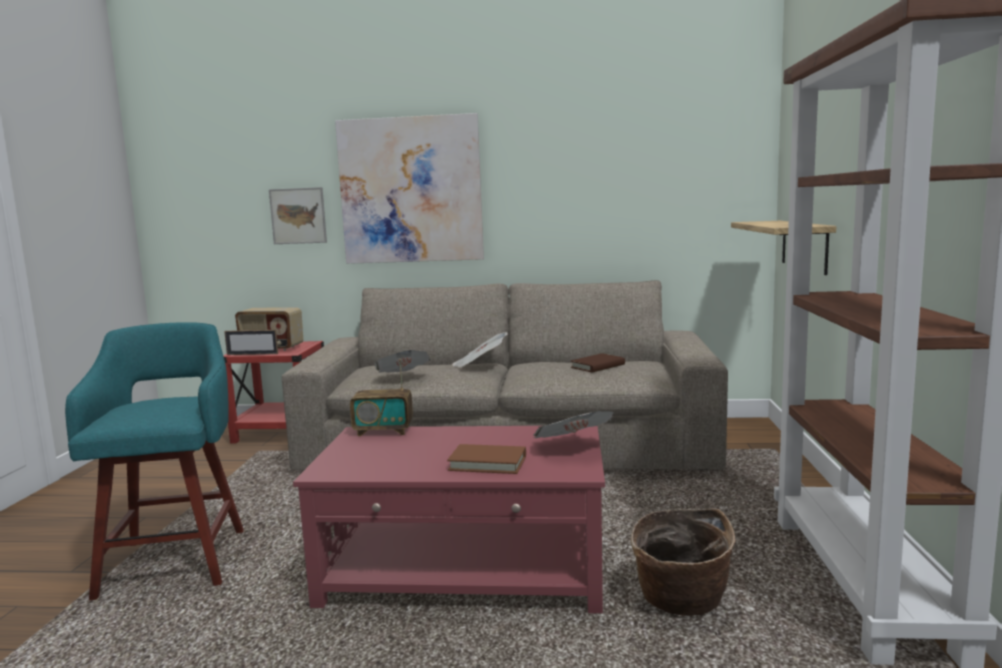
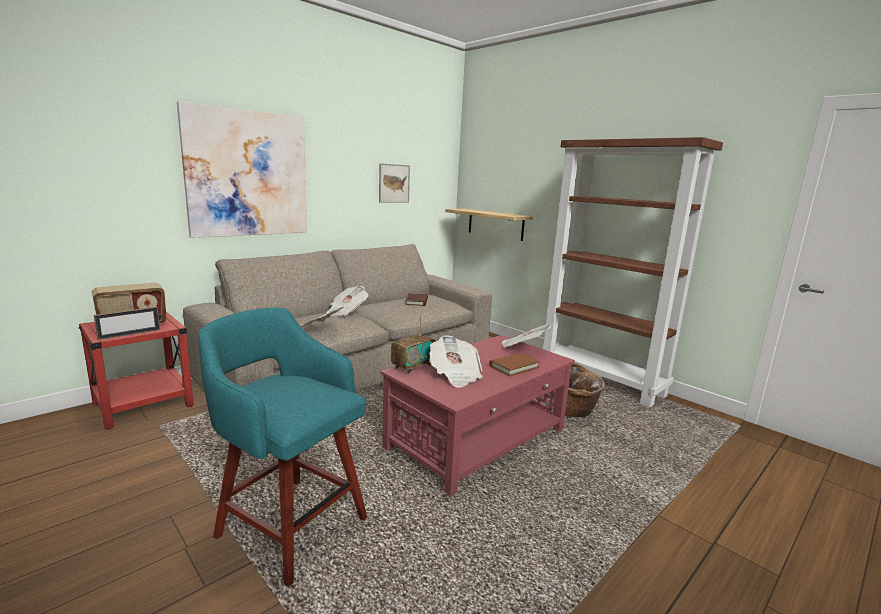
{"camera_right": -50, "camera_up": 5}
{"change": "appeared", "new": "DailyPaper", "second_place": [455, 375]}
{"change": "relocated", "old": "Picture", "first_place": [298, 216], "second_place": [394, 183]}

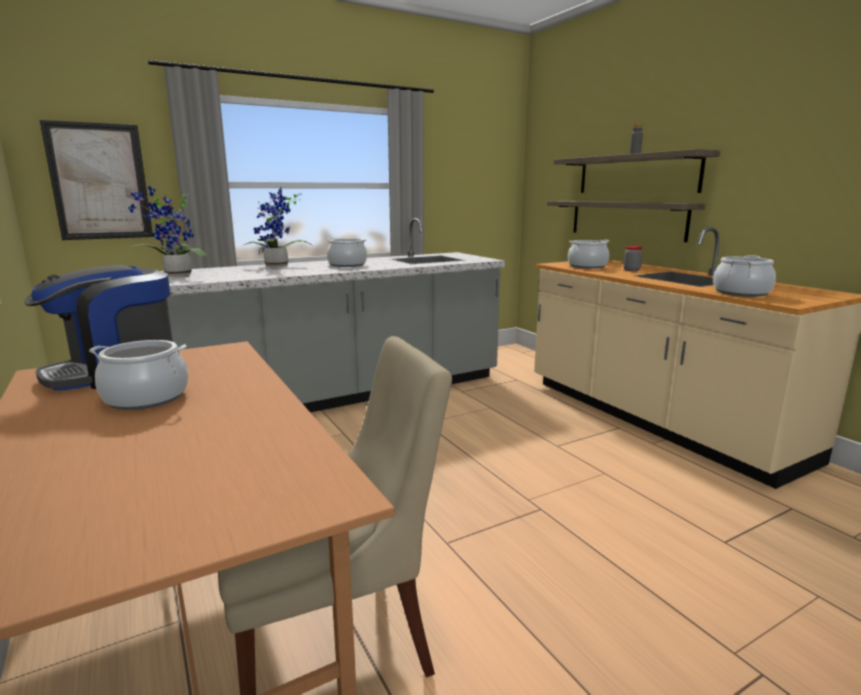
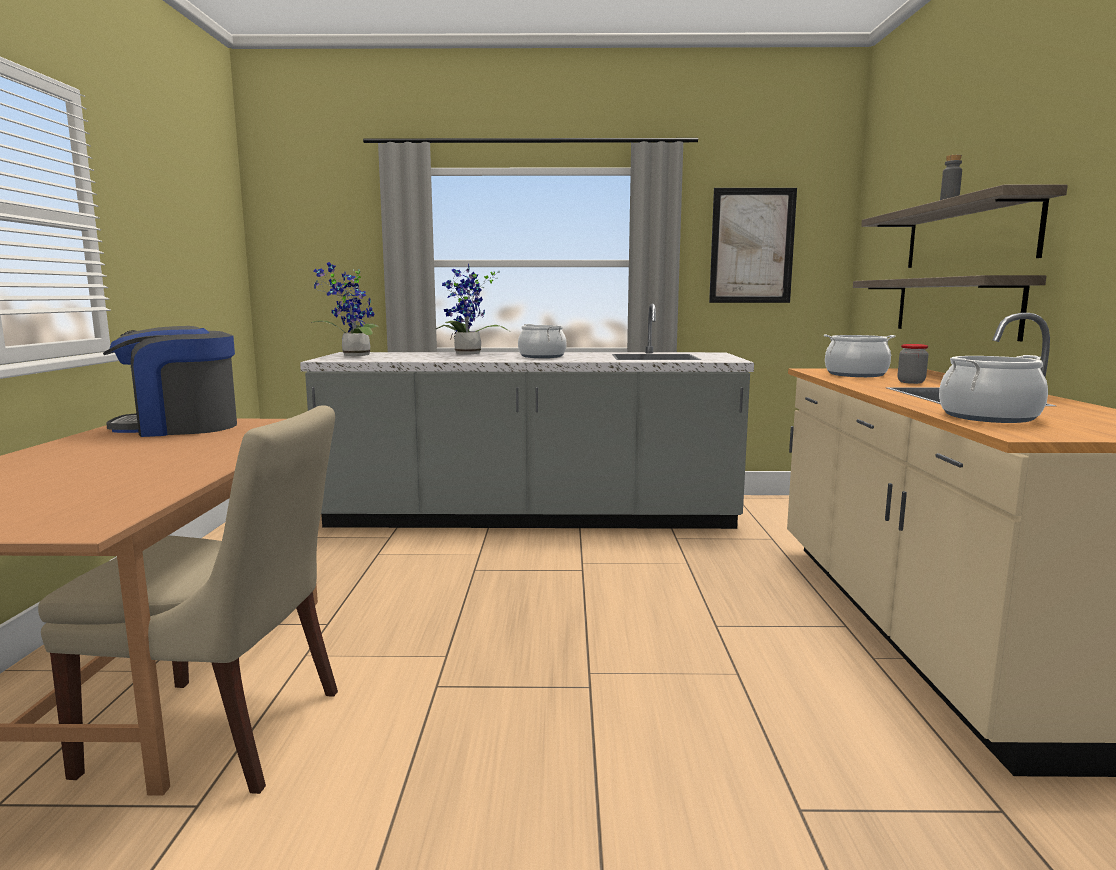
{"camera_right": 30, "camera_up": -5}
{"change": "missing", "old": "CookingPot", "first_place": [146, 397]}
{"change": "relocated", "old": "Picture", "first_place": [100, 182], "second_place": [752, 246]}

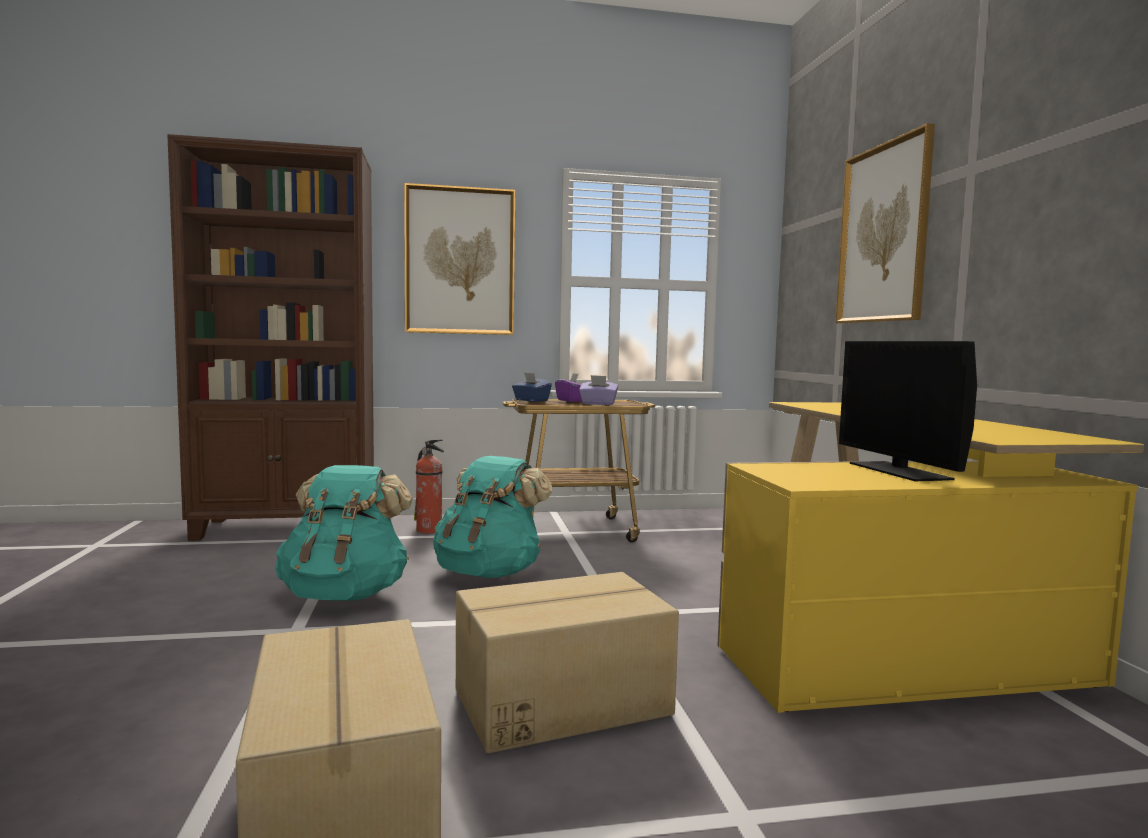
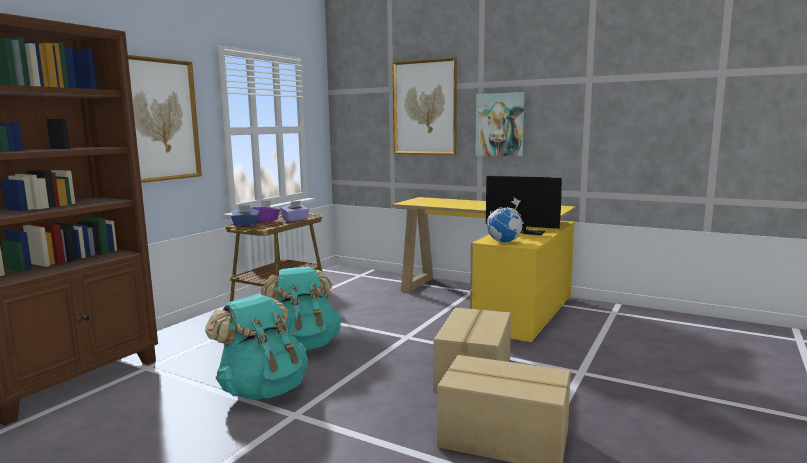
{"camera_right": -50, "camera_up": 5}
{"change": "missing", "old": "FireFightingCylinder", "first_place": [430, 530]}
{"change": "appeared", "new": "Picture", "second_place": [500, 124]}
{"change": "appeared", "new": "Globe", "second_place": [504, 242]}

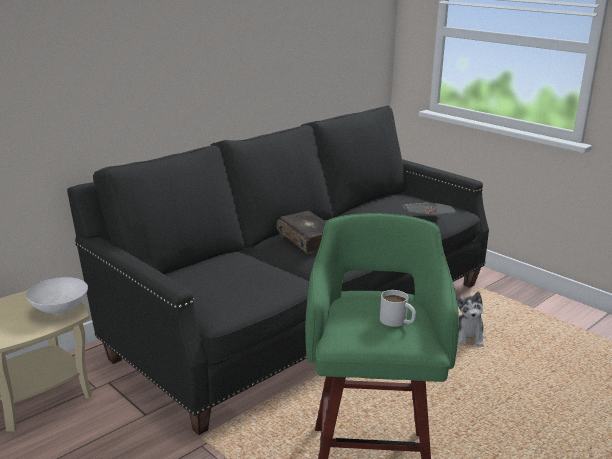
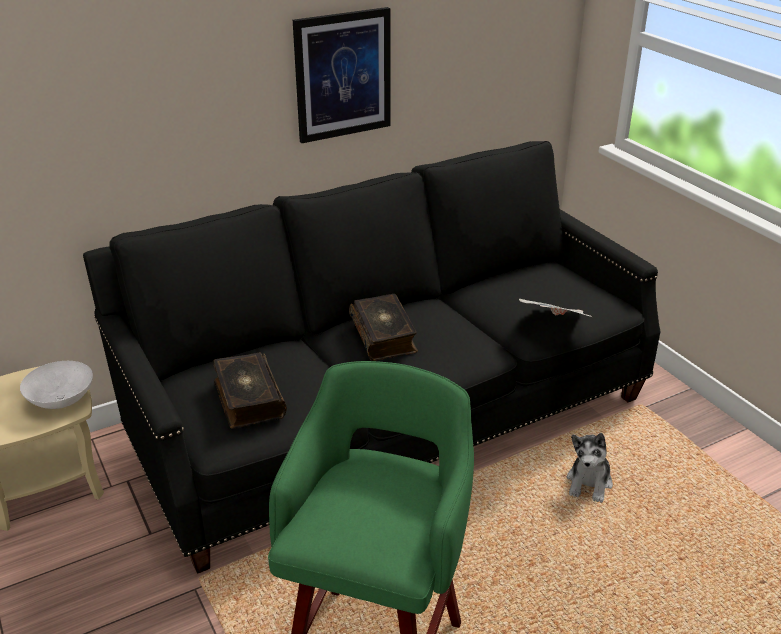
{"camera_right": 15, "camera_up": 10}
{"change": "missing", "old": "WhitishMug", "first_place": [397, 321]}
{"change": "appeared", "new": "BoundBook", "second_place": [248, 399]}
{"change": "appeared", "new": "Picture", "second_place": [343, 75]}

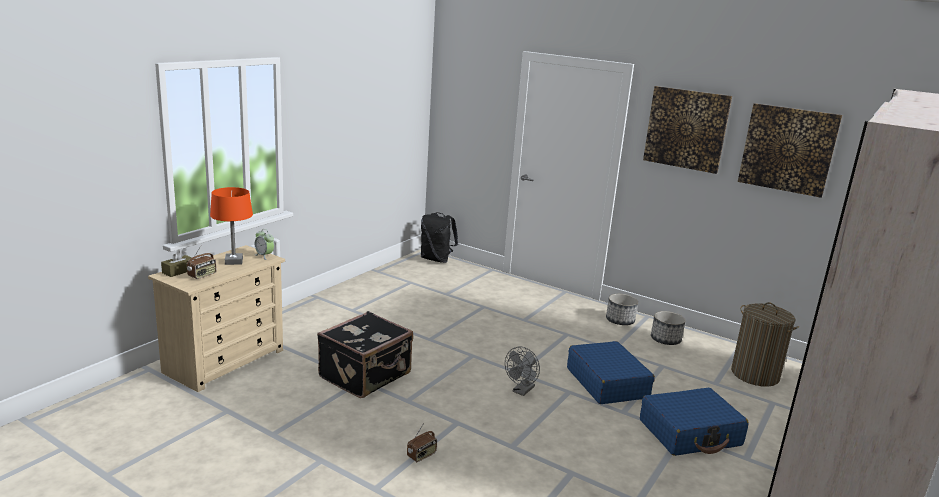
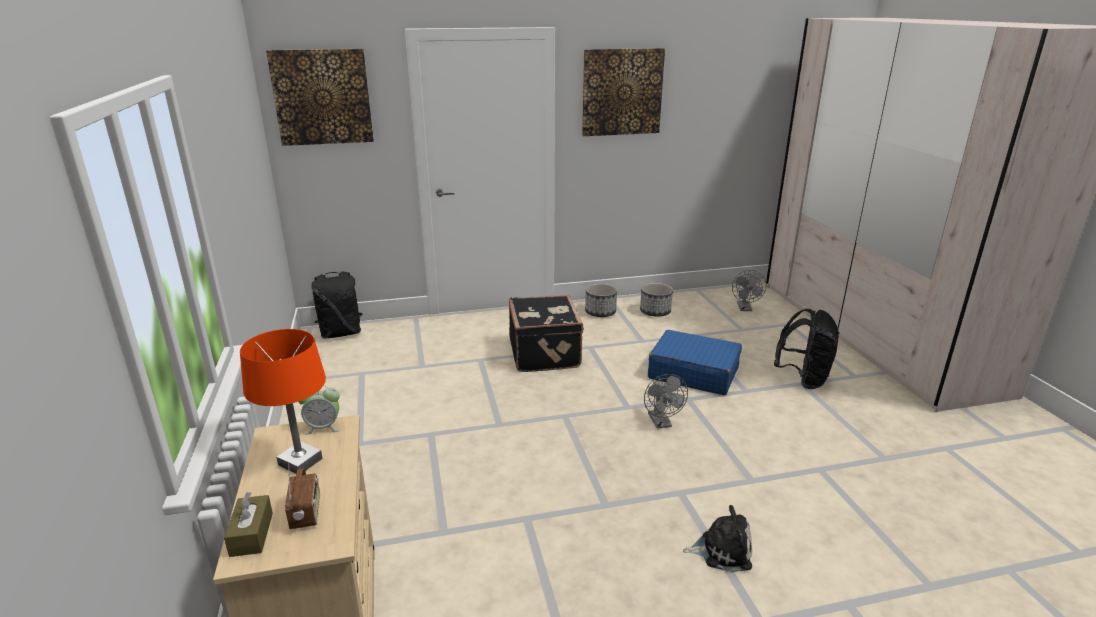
{"camera_right": -45, "camera_up": 5}
{"change": "relocated", "old": "BlackColouredPieceOfLuggage", "first_place": [366, 376], "second_place": [545, 353]}
{"change": "relocated", "old": "Picture", "first_place": [788, 149], "second_place": [322, 97]}
{"change": "exchanged", "old": "Radio", "new": "CuddlyToy", "first_place": [422, 455], "second_place": [722, 550]}
{"change": "exchanged", "old": "BlueColouredPieceOfLuggage", "new": "BlackColouredBackpack", "first_place": [690, 433], "second_place": [803, 379]}
{"change": "exchanged", "old": "WashingBasket", "new": "GrayFan", "first_place": [755, 374], "second_place": [745, 309]}

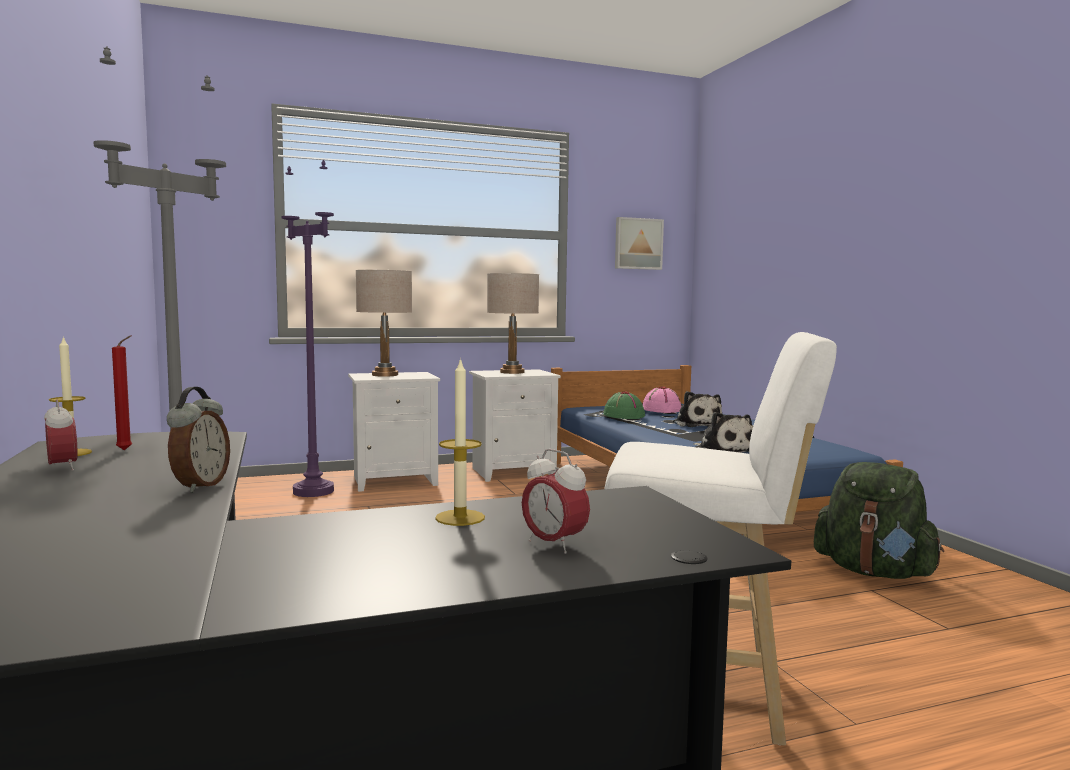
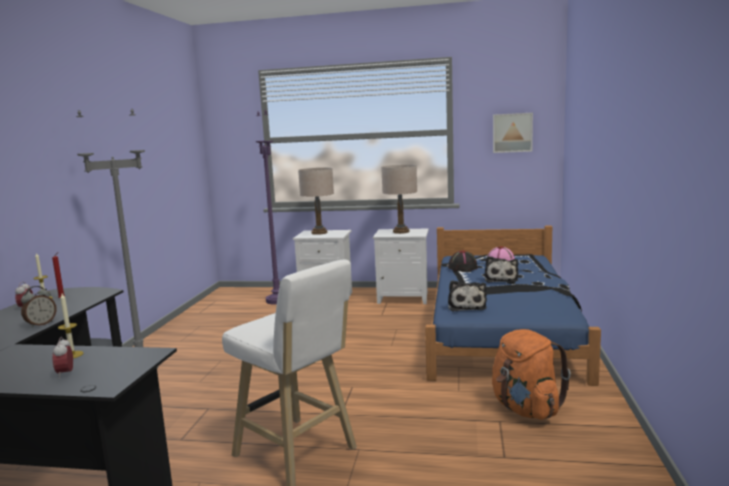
{"camera_right": 30, "camera_up": 5}
{"change": "colour", "old": "GreenWearableHat", "new": "BlackColouredWearableHat", "first_place": [623, 415], "second_place": [462, 267]}
{"change": "colour", "old": "GreenBackpack", "new": "OrangeColouredBackpack", "first_place": [874, 572], "second_place": [526, 409]}

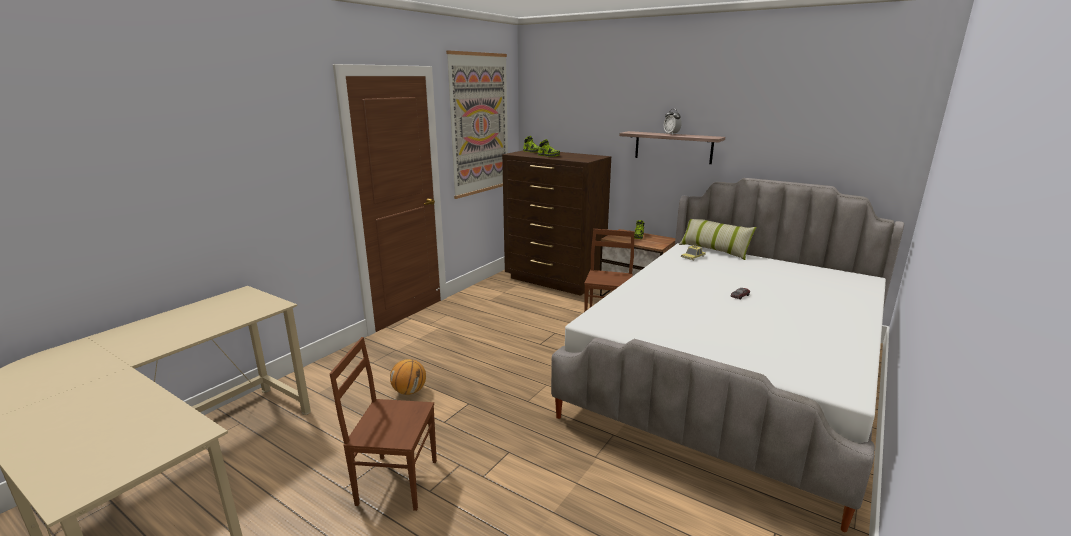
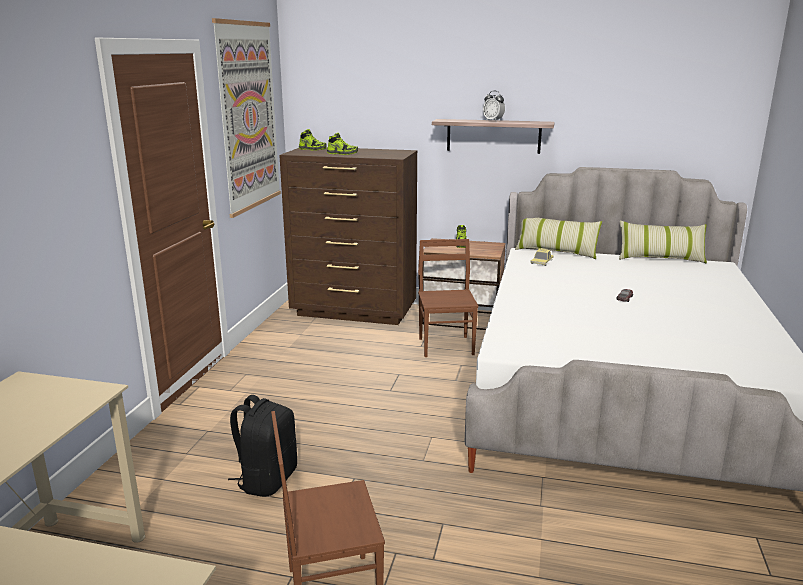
{"camera_right": -20, "camera_up": 0}
{"change": "appeared", "new": "Pillow", "second_place": [660, 259]}
{"change": "exchanged", "old": "BallForBasketball", "new": "BlackColouredBackpack", "first_place": [409, 391], "second_place": [267, 480]}

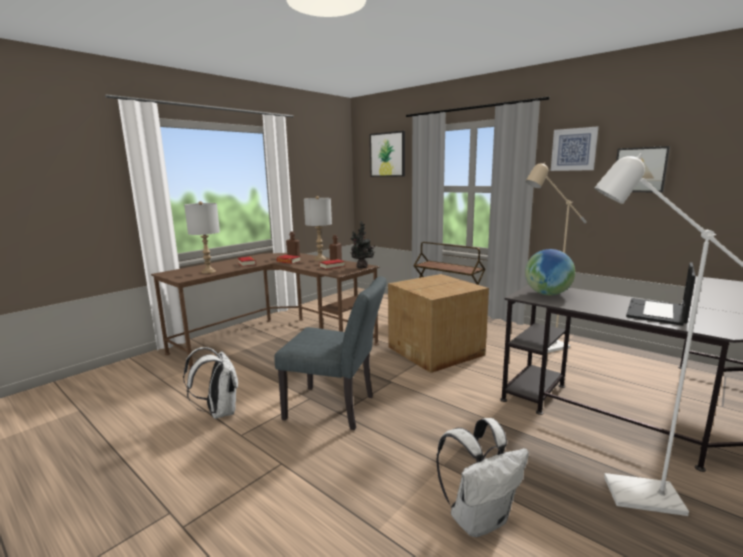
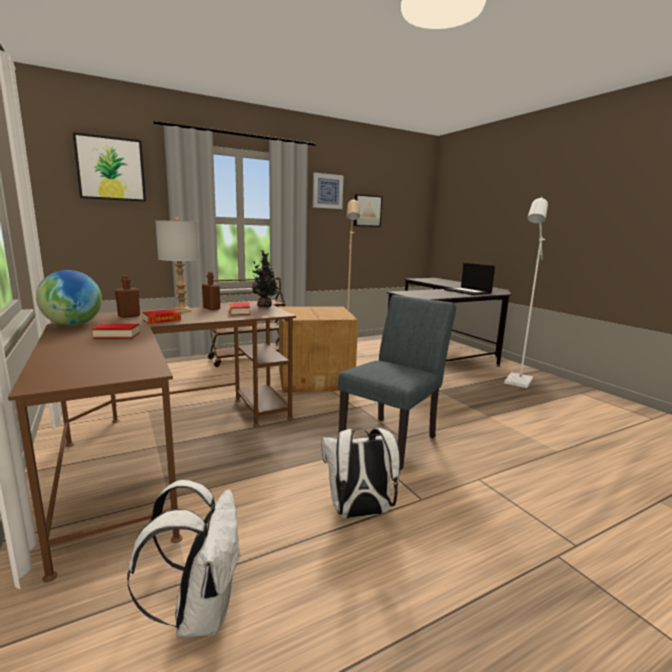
{"camera_right": -70, "camera_up": 0}
{"change": "missing", "old": "GrayLampForATable", "first_place": [208, 271]}
{"change": "relocated", "old": "WhitishBackpack", "first_place": [479, 518], "second_place": [200, 610]}
{"change": "relocated", "old": "Globe", "first_place": [548, 294], "second_place": [73, 325]}

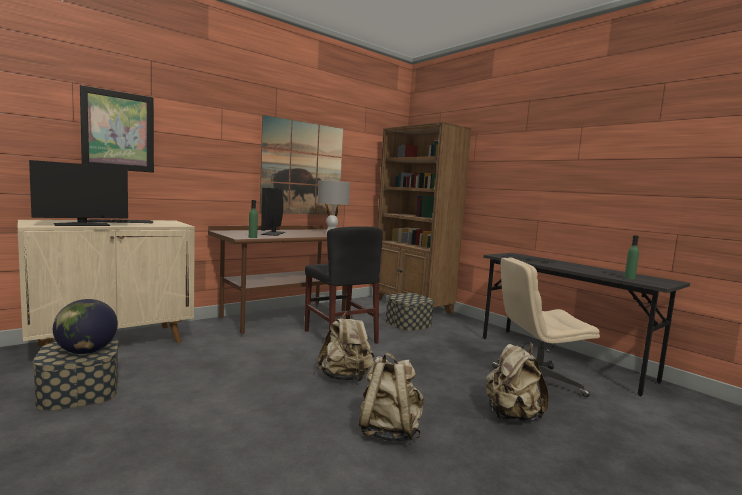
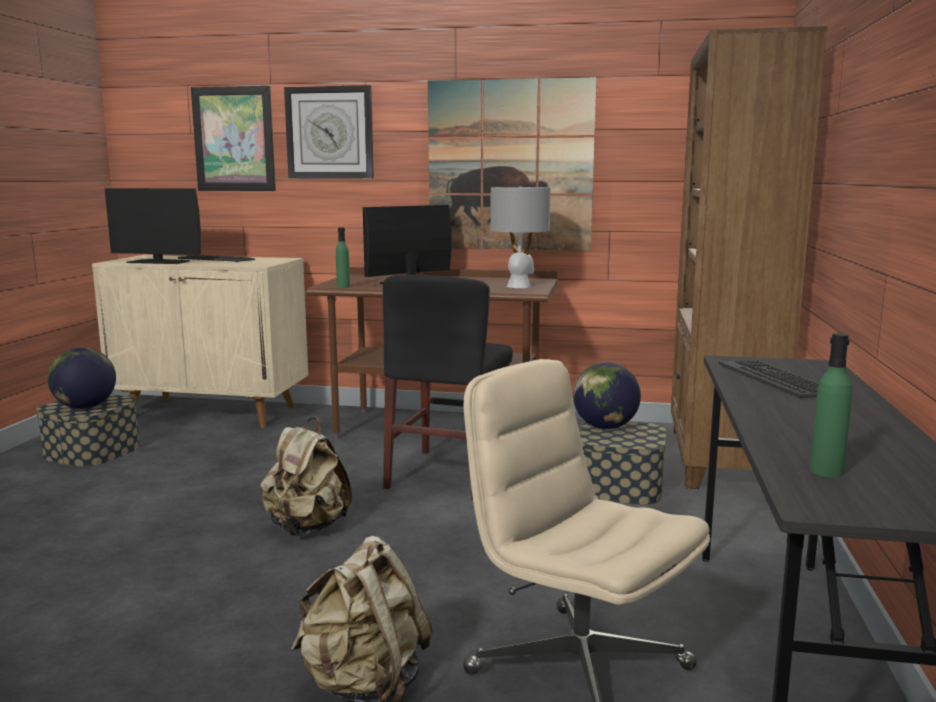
{"camera_right": 50, "camera_up": 5}
{"change": "missing", "old": "BeigeColouredBackpack", "first_place": [389, 432]}
{"change": "appeared", "new": "WallClock", "second_place": [330, 133]}
{"change": "appeared", "new": "Globe", "second_place": [604, 427]}

